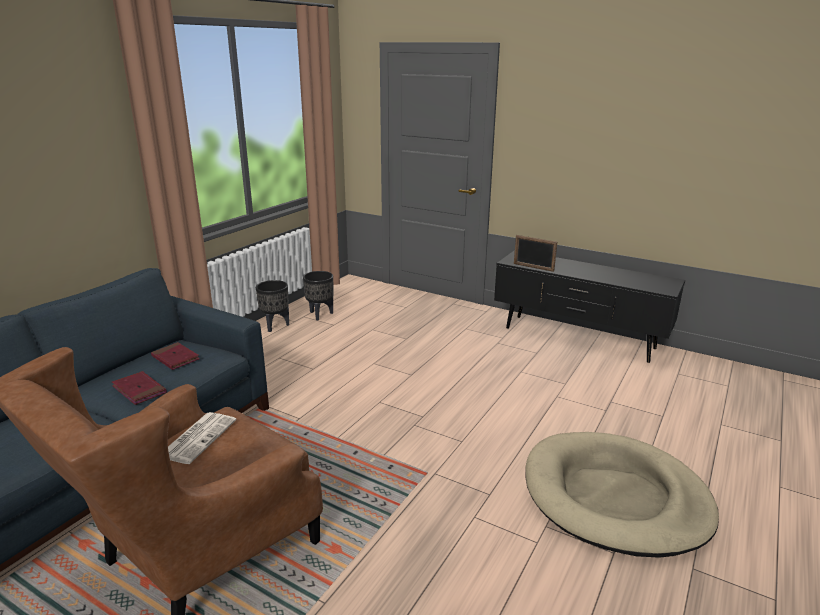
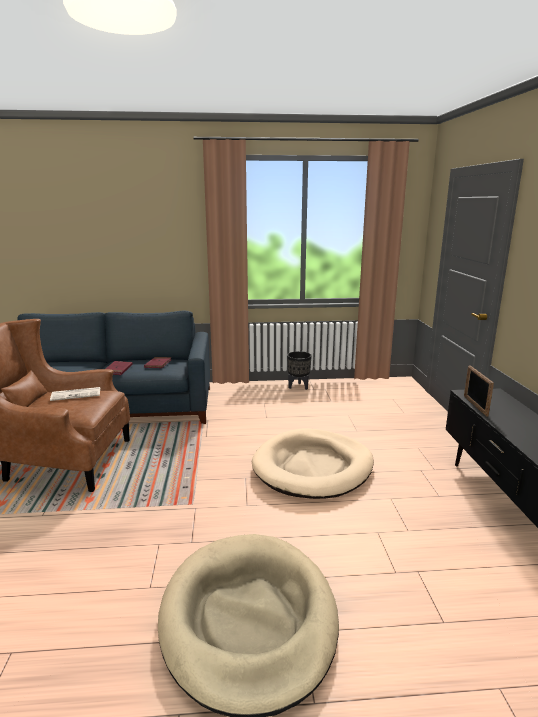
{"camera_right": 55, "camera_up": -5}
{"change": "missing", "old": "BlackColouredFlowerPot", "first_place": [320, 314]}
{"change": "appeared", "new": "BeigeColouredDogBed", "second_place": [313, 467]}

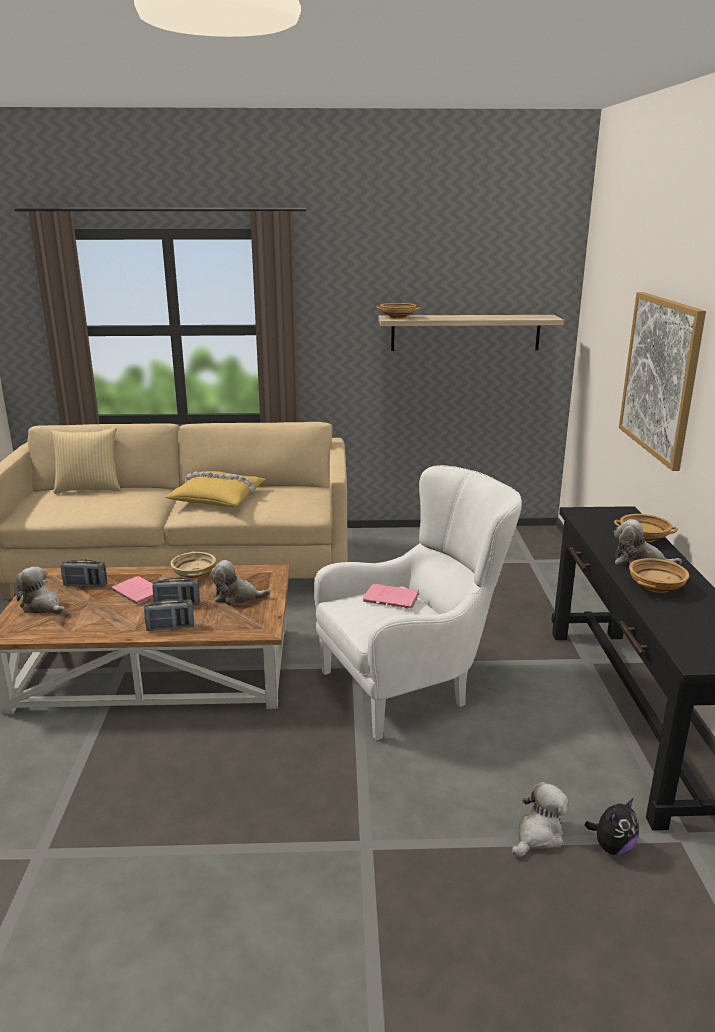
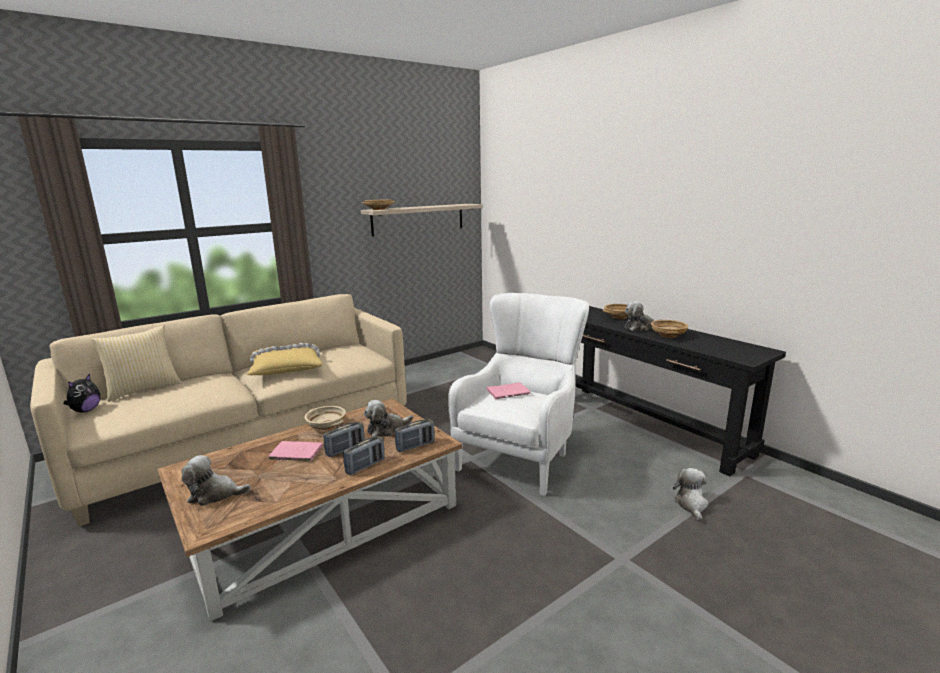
{"camera_right": -35, "camera_up": -5}
{"change": "missing", "old": "Picture", "first_place": [660, 376]}
{"change": "relocated", "old": "Radio", "first_place": [85, 585], "second_place": [415, 446]}
{"change": "relocated", "old": "CuddlyToy", "first_place": [612, 847], "second_place": [86, 410]}

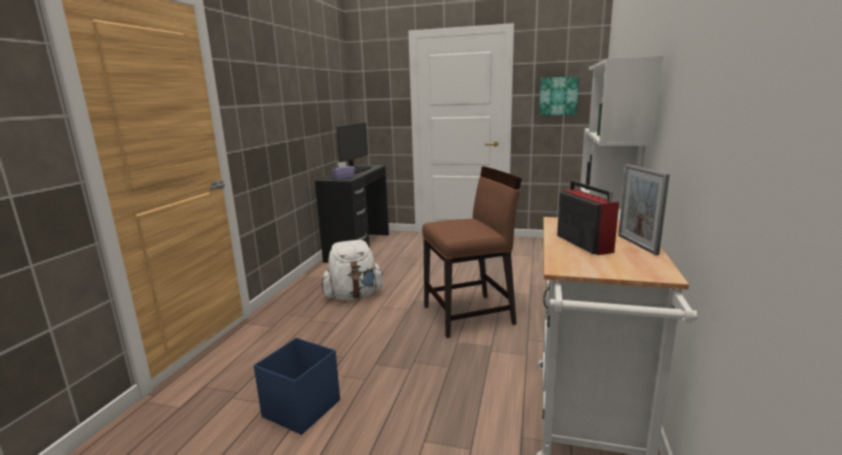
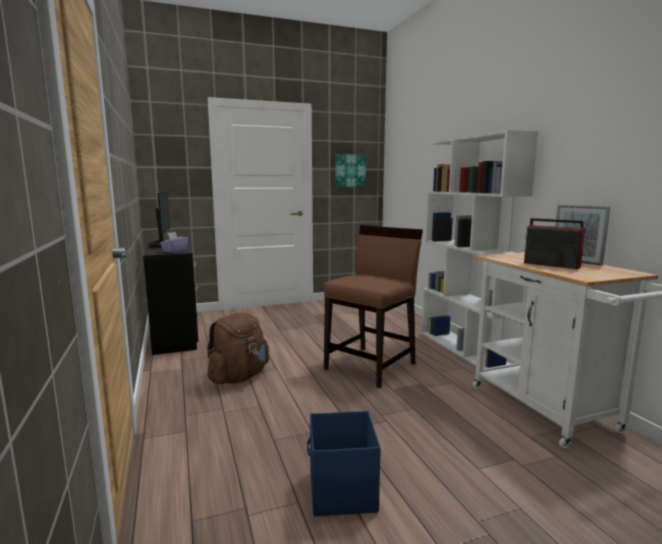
{"camera_right": -35, "camera_up": -5}
{"change": "colour", "old": "WhitishBackpack", "new": "BrownColouredBackpack", "first_place": [353, 296], "second_place": [239, 377]}

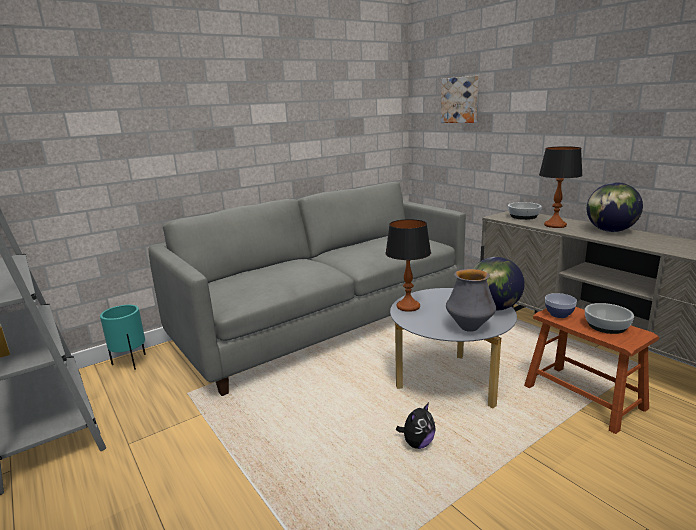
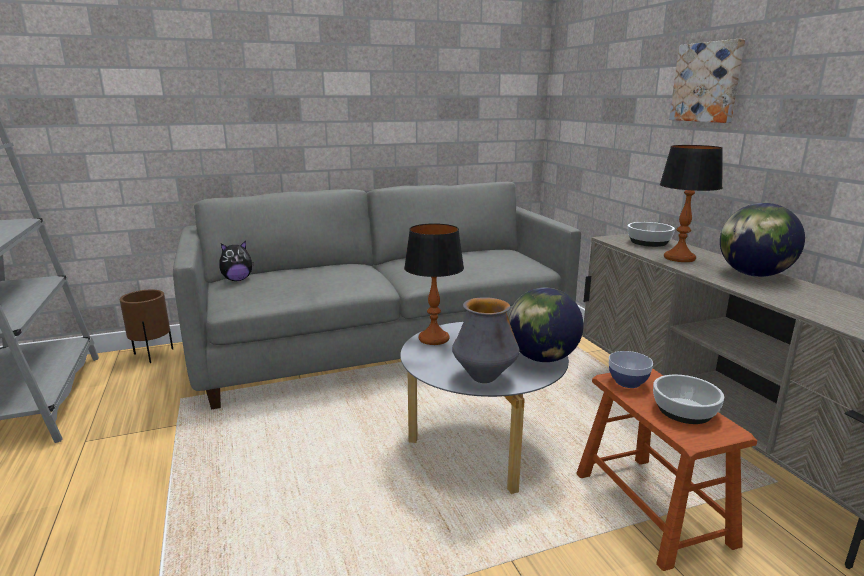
{"camera_right": 15, "camera_up": 0}
{"change": "relocated", "old": "CuddlyToy", "first_place": [417, 443], "second_place": [237, 280]}
{"change": "relocated", "old": "Picture", "first_place": [460, 100], "second_place": [707, 82]}
{"change": "colour", "old": "TurquoiseColouredFlowerPot", "new": "BrownColouredFlowerPot", "first_place": [131, 363], "second_place": [153, 355]}

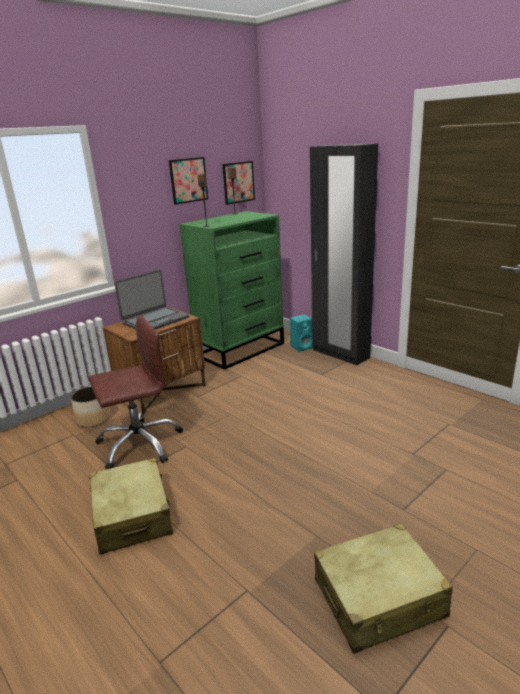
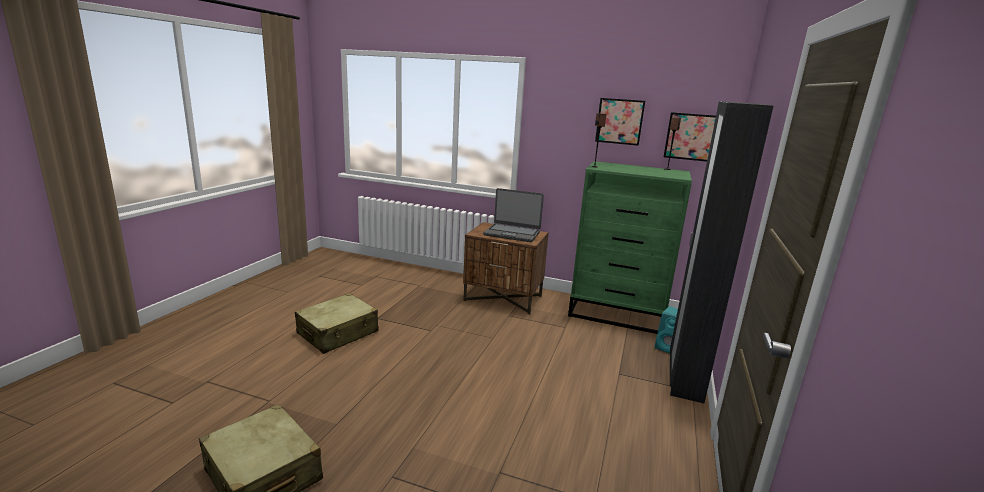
{"camera_right": 60, "camera_up": -5}
{"change": "missing", "old": "FlowerPot", "first_place": [94, 419]}
{"change": "missing", "old": "BrownColouredOfficeChair", "first_place": [139, 444]}

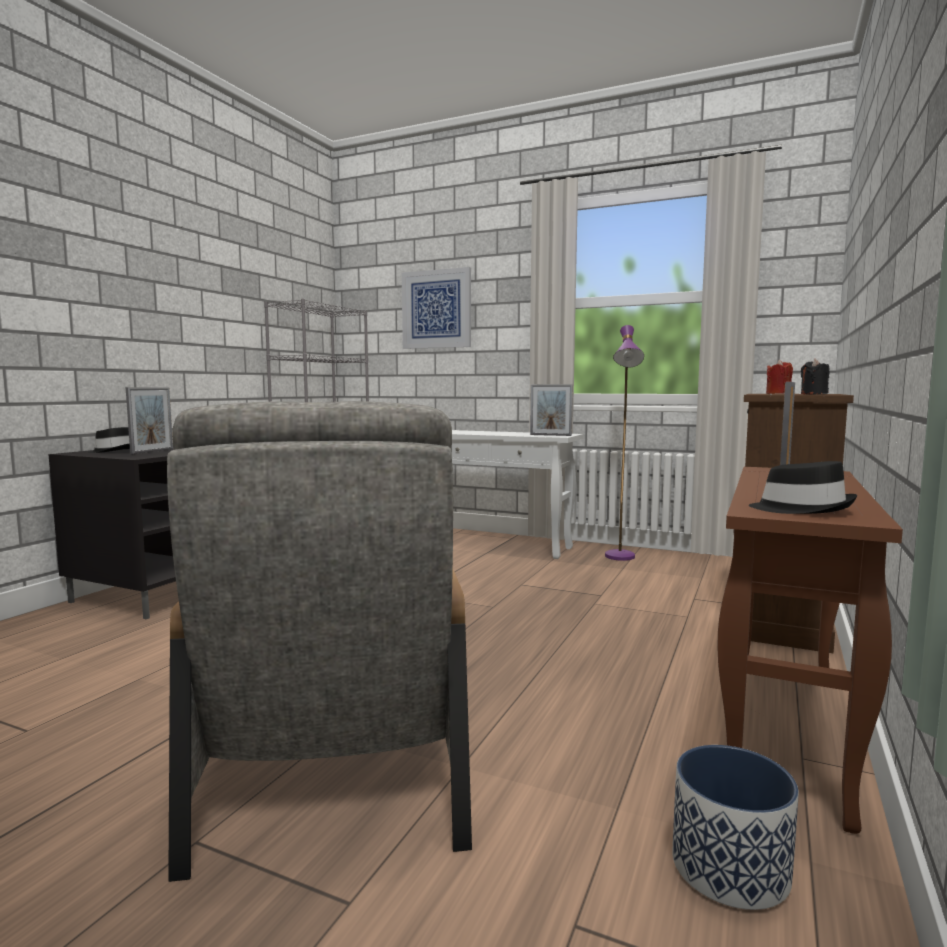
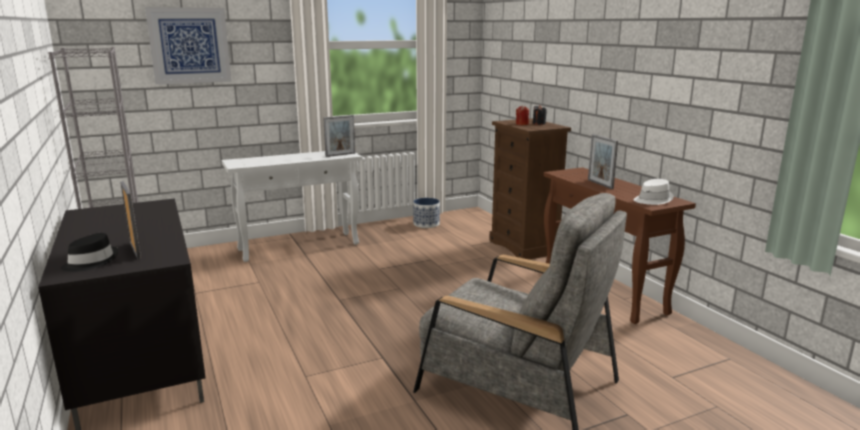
{"camera_right": -50, "camera_up": 10}
{"change": "missing", "old": "PurpleStandingLamp", "first_place": [621, 559]}
{"change": "relocated", "old": "FlowerPot", "first_place": [731, 868], "second_place": [426, 224]}
{"change": "colour", "old": "BlackColouredWearableHat", "new": "WhitishWearableHat", "first_place": [802, 508], "second_place": [652, 200]}

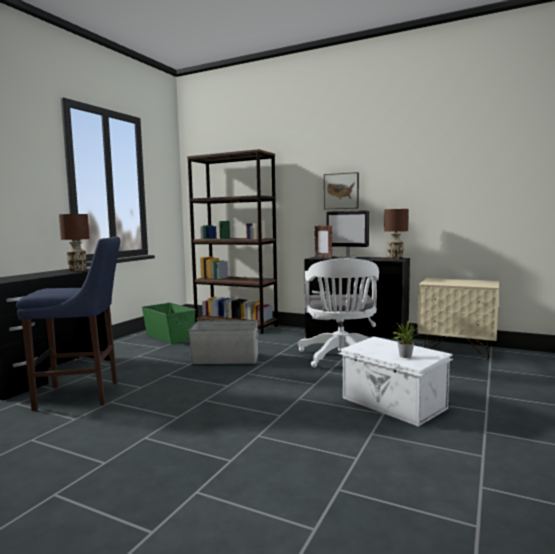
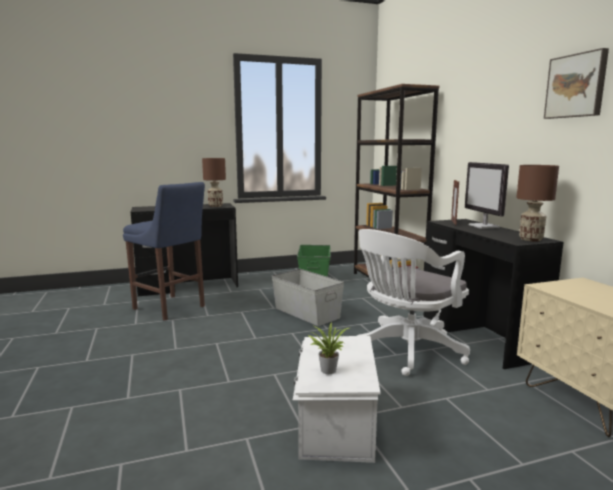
{"camera_right": 45, "camera_up": 5}
{"change": "relocated", "old": "Picture", "first_place": [341, 191], "second_place": [576, 86]}

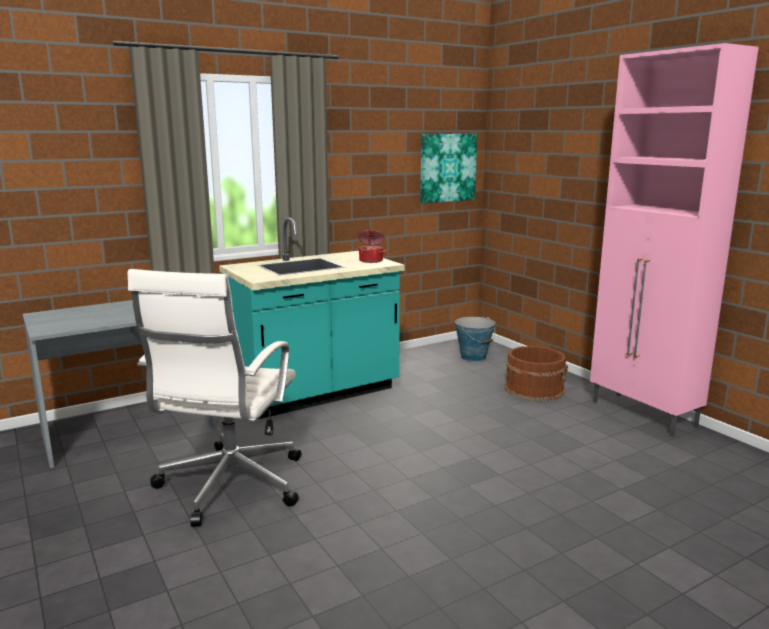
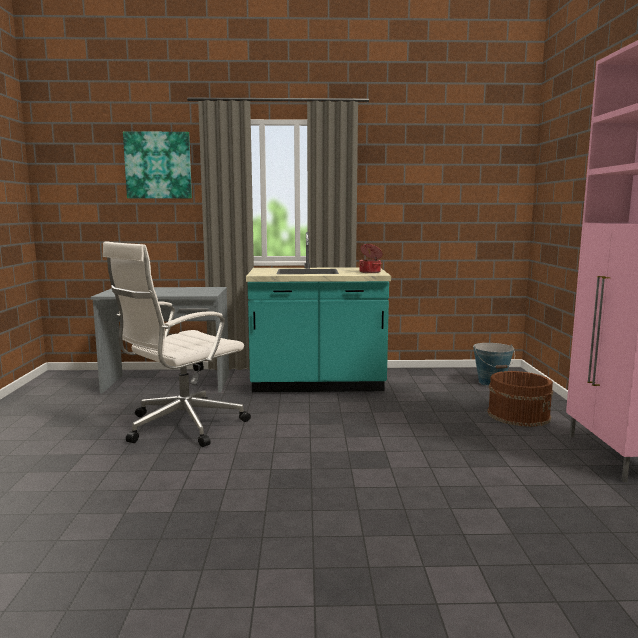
{"camera_right": 30, "camera_up": -5}
{"change": "relocated", "old": "Picture", "first_place": [447, 167], "second_place": [158, 165]}

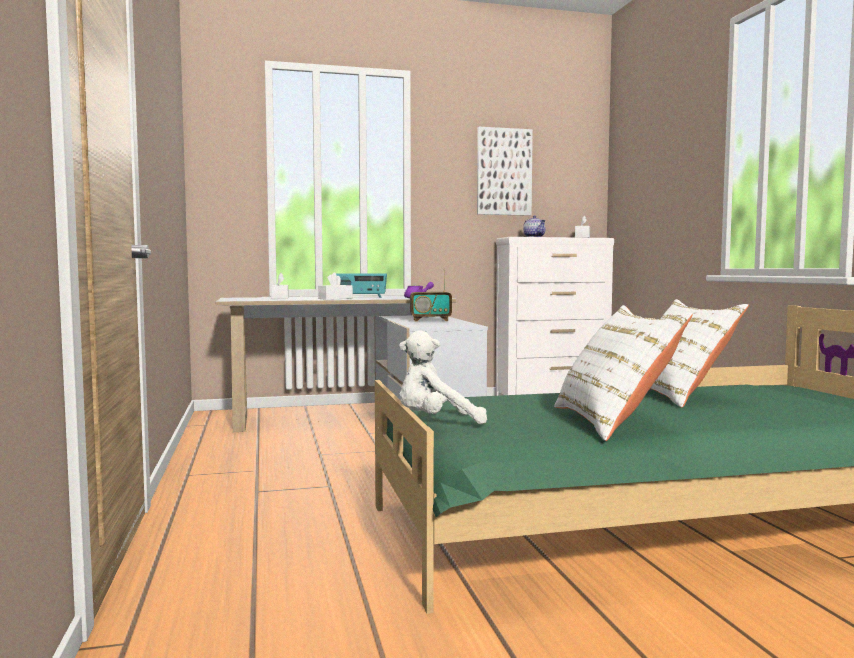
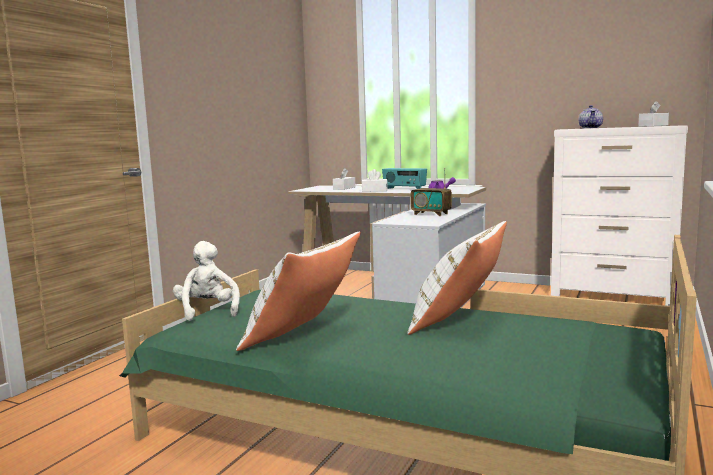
{"camera_right": 40, "camera_up": 5}
{"change": "missing", "old": "Picture", "first_place": [504, 172]}
{"change": "spun", "old": "WhitishCuddlyToy", "first_place": [436, 423], "second_place": [207, 311], "degrees": 45}

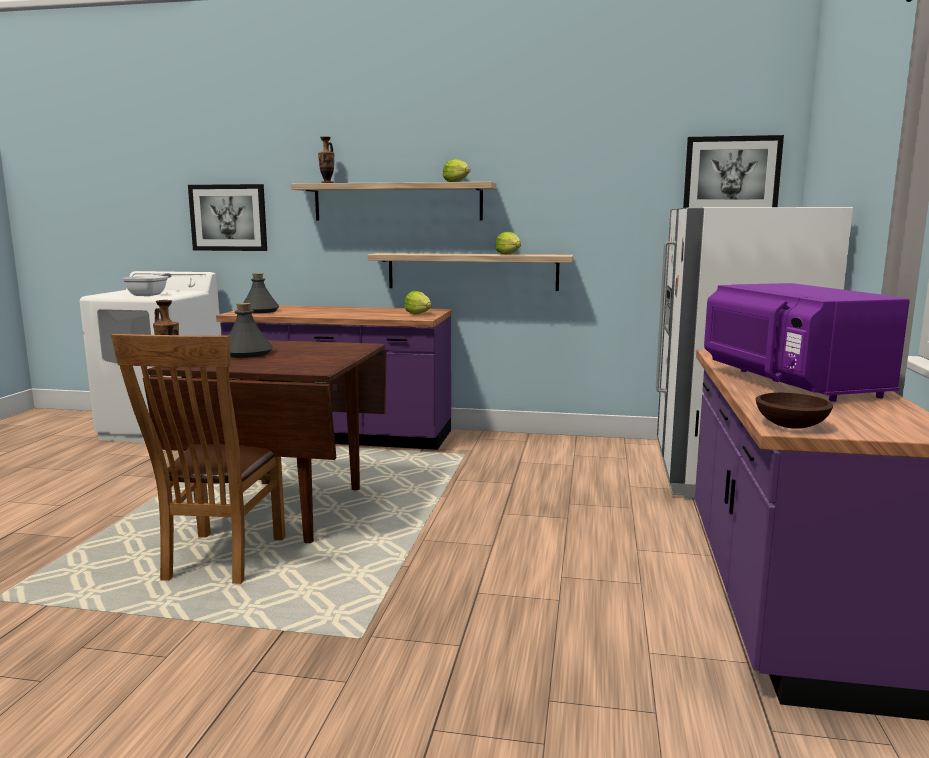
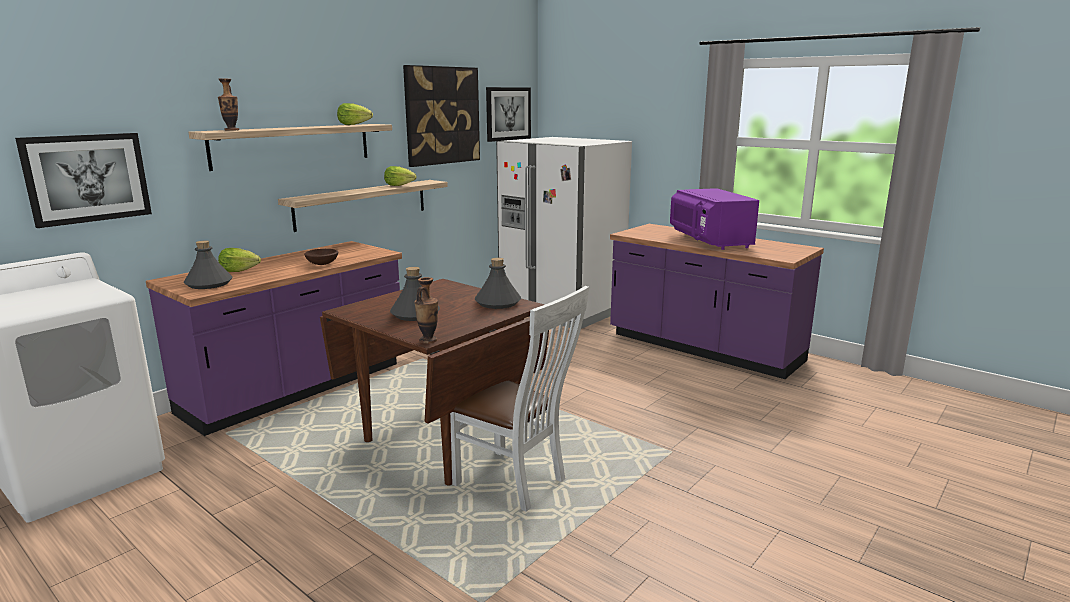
{"camera_right": -60, "camera_up": 5}
{"change": "missing", "old": "FryingPan", "first_place": [150, 294]}
{"change": "appeared", "new": "Picture", "second_place": [442, 115]}
{"change": "appeared", "new": "GrayBottle", "second_place": [498, 303]}
{"change": "relocated", "old": "Lettuce", "first_place": [418, 314], "second_place": [239, 271]}
{"change": "relocated", "old": "BrownColouredDeepDish", "first_place": [792, 426], "second_place": [323, 263]}
{"change": "colour", "old": "BrownColouredChair", "new": "WhitishChair", "first_place": [219, 561], "second_place": [515, 483]}
{"change": "spun", "old": "PurpleMicrowaveOven", "first_place": [791, 383], "second_place": [709, 241], "degrees": 60}

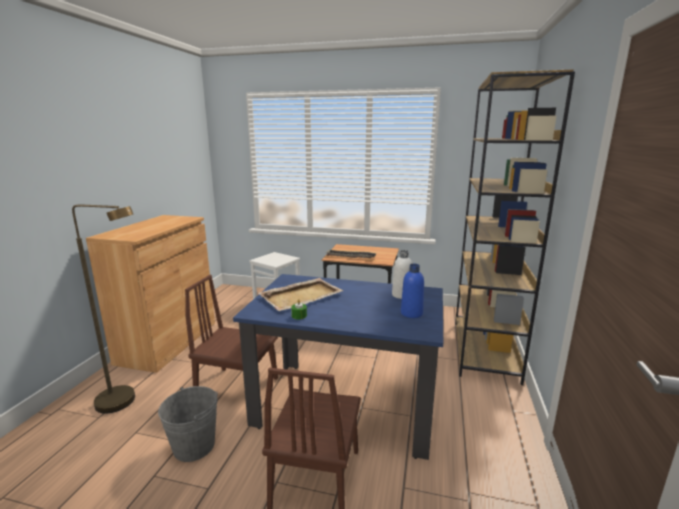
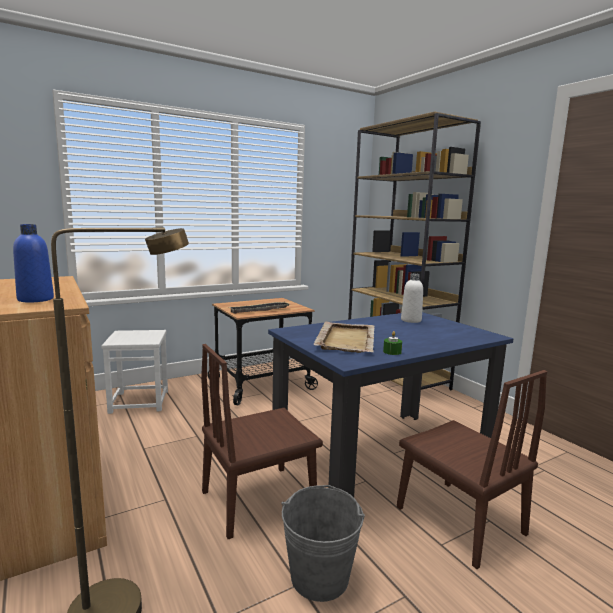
{"camera_right": -45, "camera_up": -5}
{"change": "relocated", "old": "BlueColouredBottle", "first_place": [411, 313], "second_place": [35, 299]}

